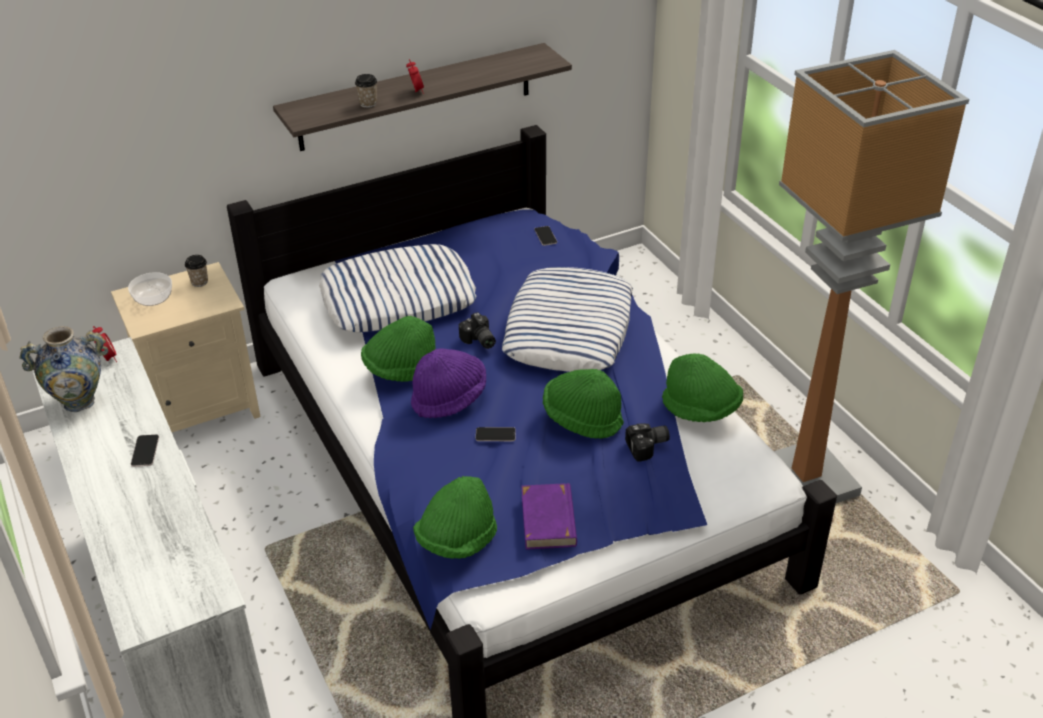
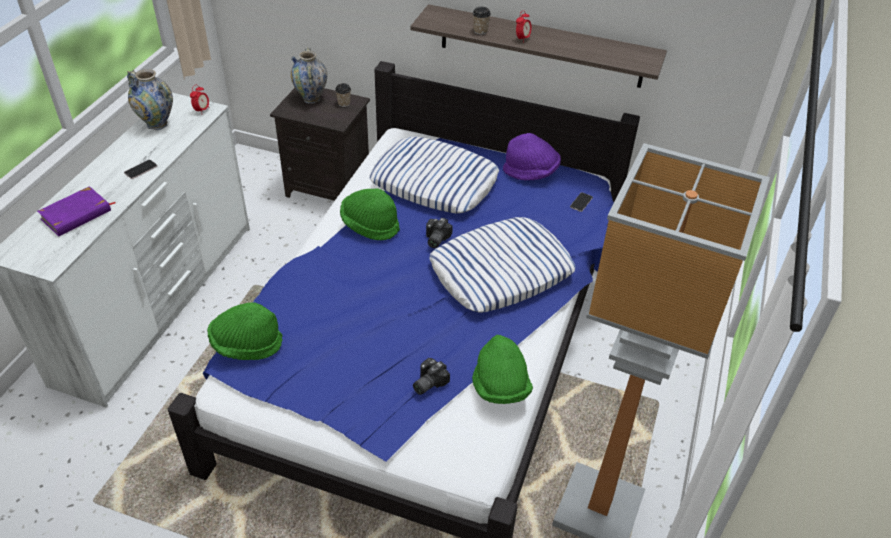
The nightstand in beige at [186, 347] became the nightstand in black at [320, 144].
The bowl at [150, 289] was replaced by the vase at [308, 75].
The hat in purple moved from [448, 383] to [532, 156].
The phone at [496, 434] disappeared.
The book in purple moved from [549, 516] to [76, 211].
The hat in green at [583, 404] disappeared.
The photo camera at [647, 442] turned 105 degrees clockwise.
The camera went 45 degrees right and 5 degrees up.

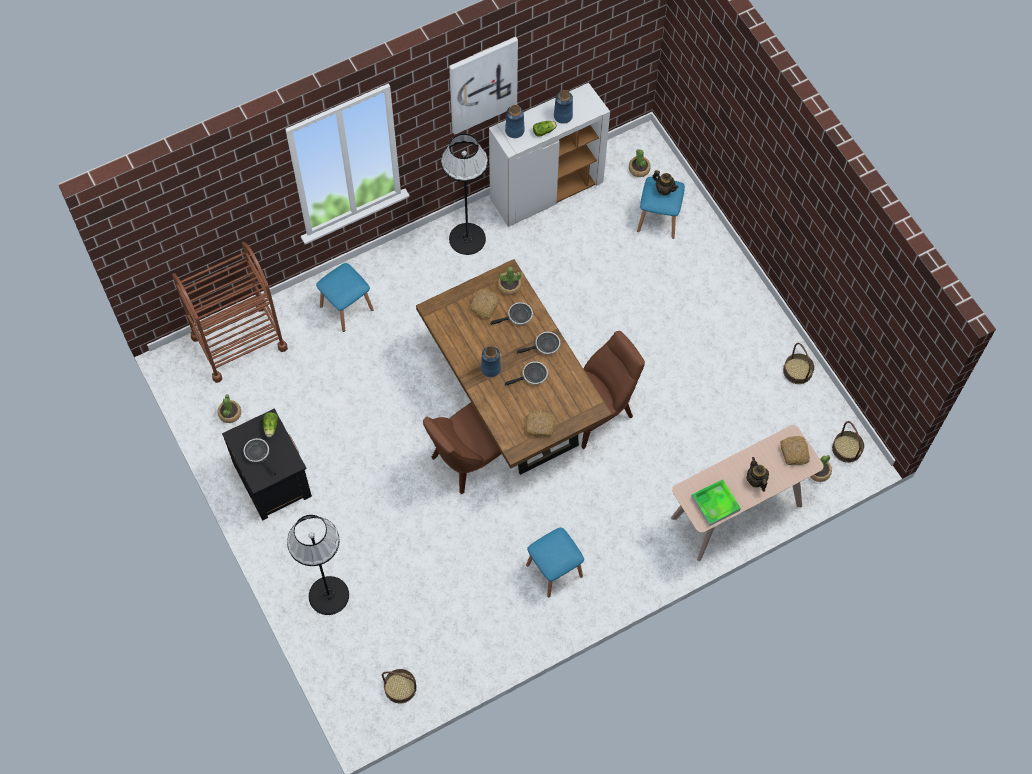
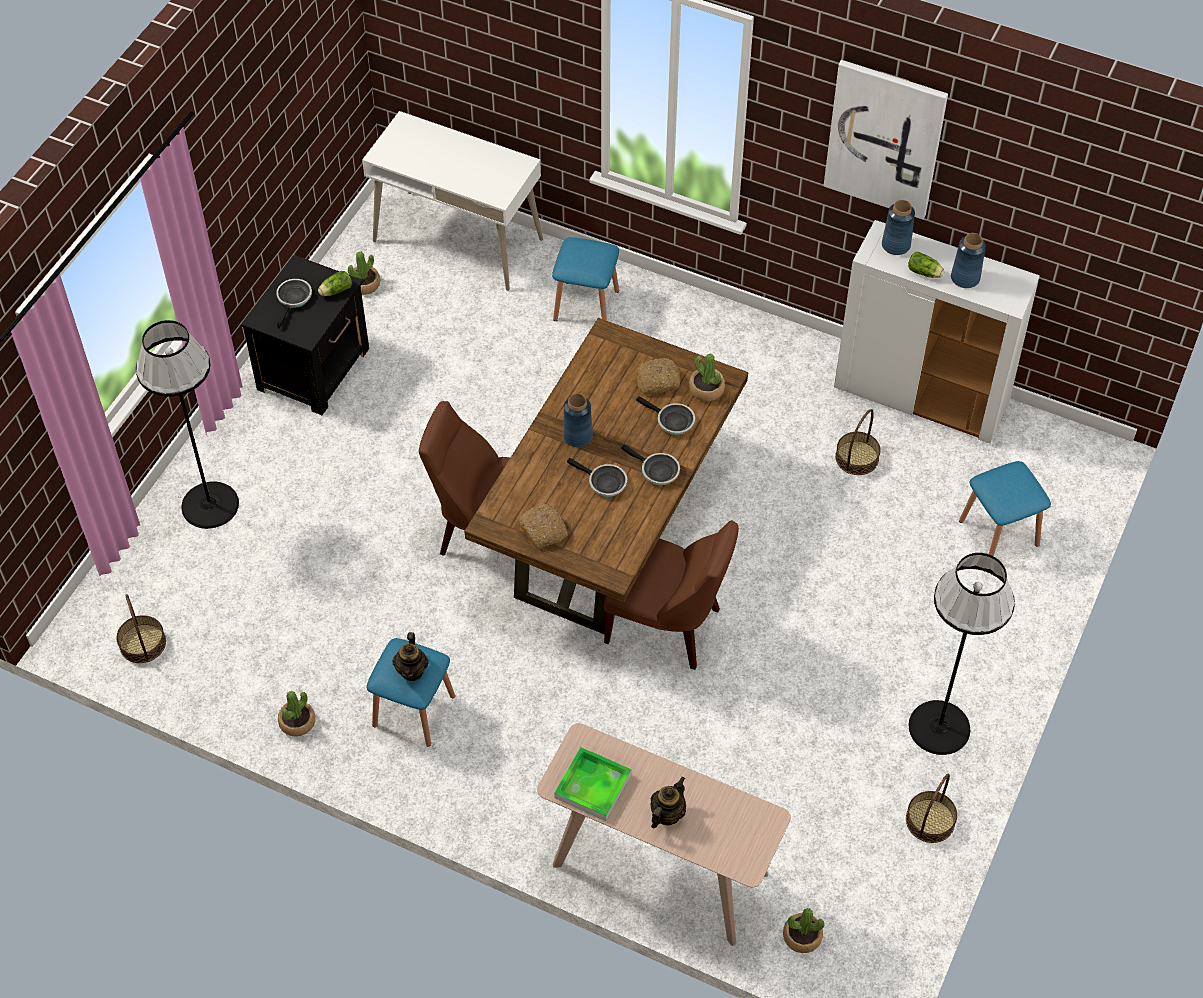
The cart in brown at [230, 312] was replaced by the desk in white at [452, 201].
The floor lamp in black moved from [464, 194] to [962, 654].
The potted plant moved from [640, 163] to [296, 714].
The teapot moved from [665, 182] to [410, 656].
The bread at [795, 450] disappeared.
The basket moved from [848, 442] to [858, 442].
The camera went 55 degrees right and 10 degrees down.

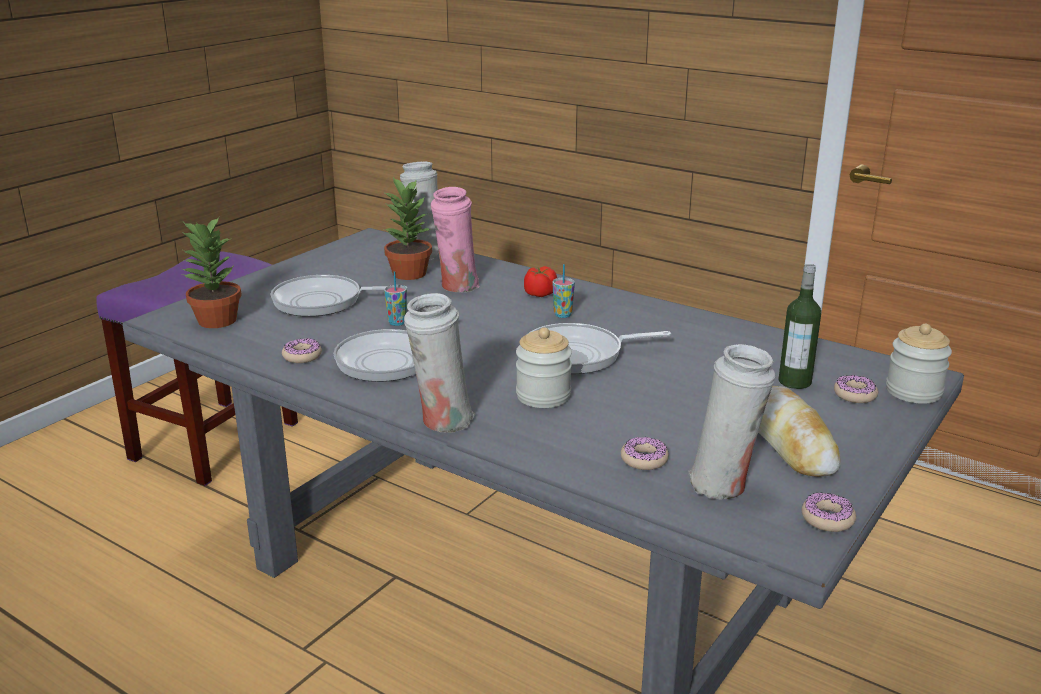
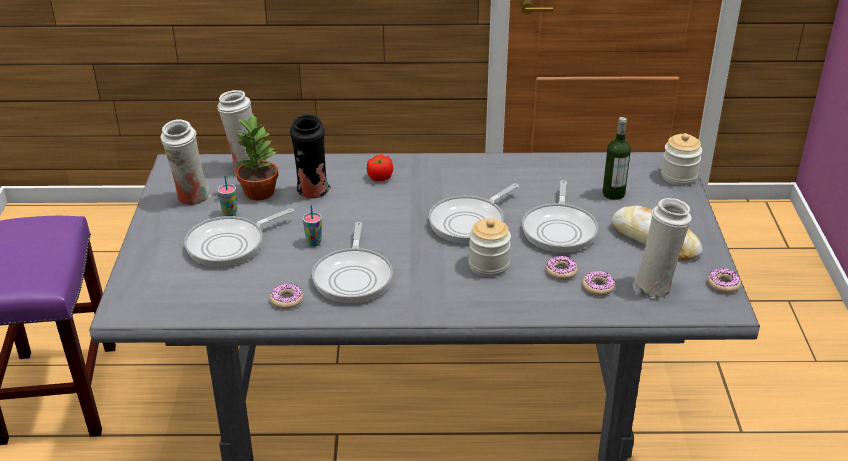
The potted plant at [211, 272] disappeared.
The vase in white moved from [440, 363] to [186, 162].
The vase in pink at [455, 239] became the vase in black at [310, 156].
The cup moved from [563, 291] to [227, 196].
The donut moved from [856, 389] to [562, 268].
The frying pan at [560, 216] appeared.
The camera went 35 degrees left and 10 degrees up.

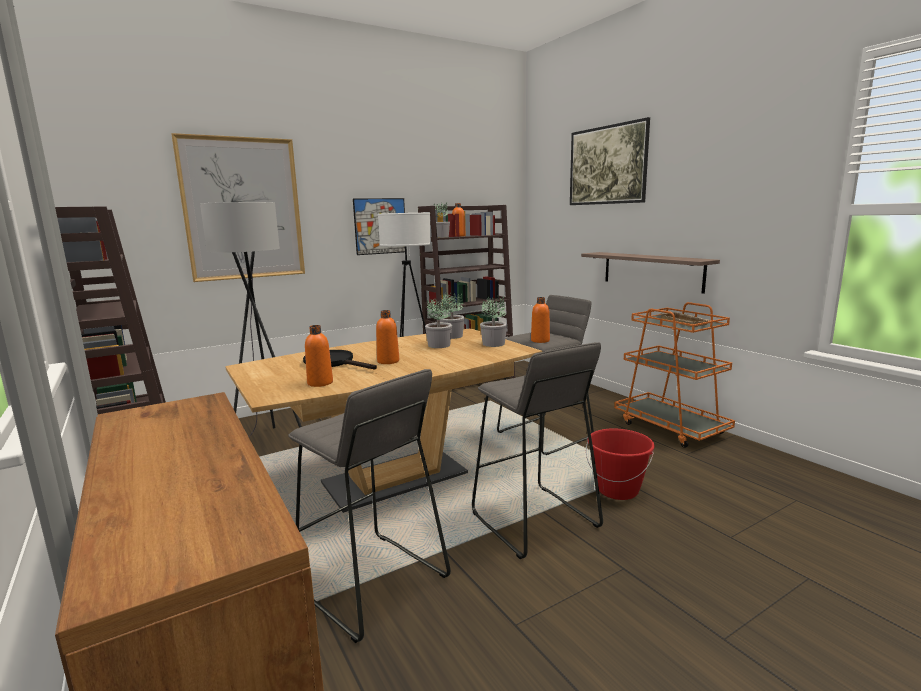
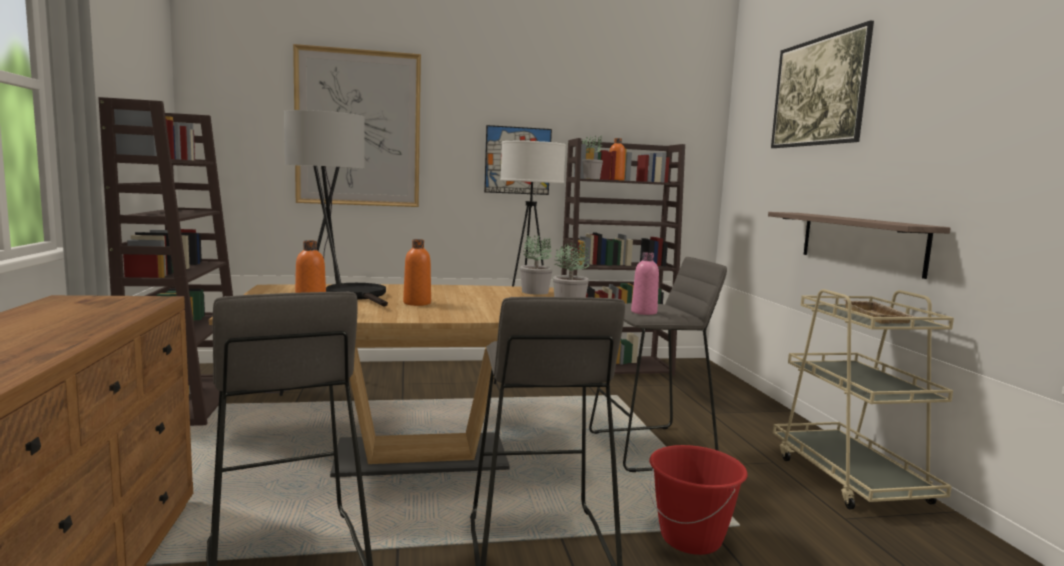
The potted plant at [438, 323] disappeared.
The bottle in orange at [540, 320] became the bottle in pink at [645, 283].
The cart in orange at [674, 375] became the cart in beige at [863, 399].
The camera went 20 degrees right and 5 degrees down.

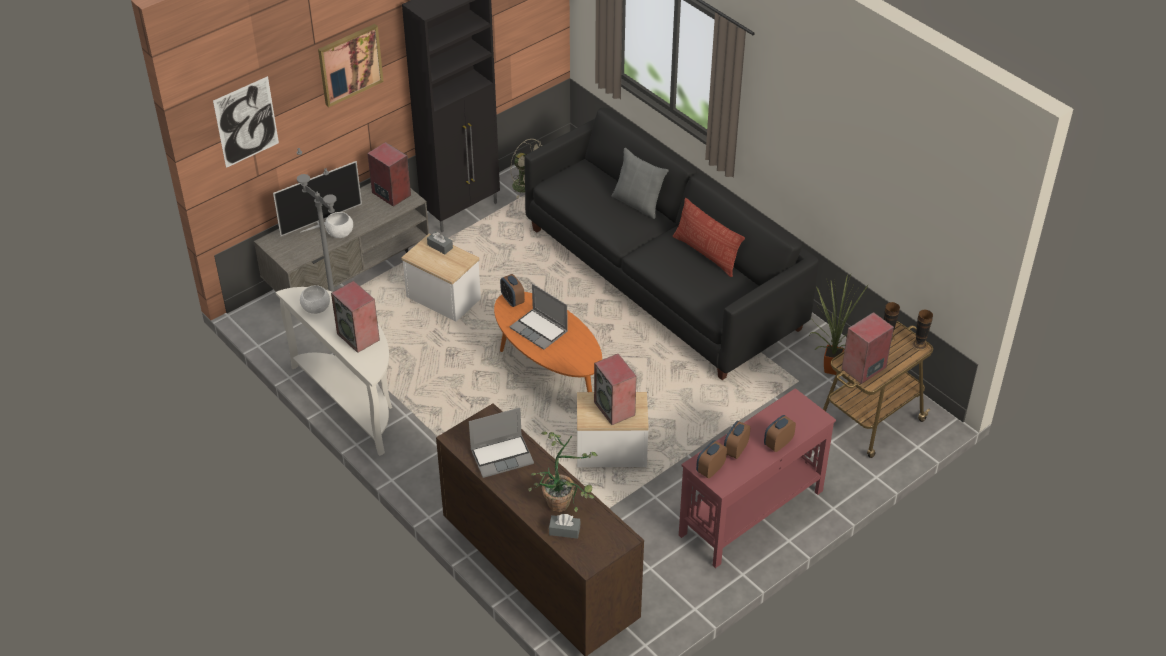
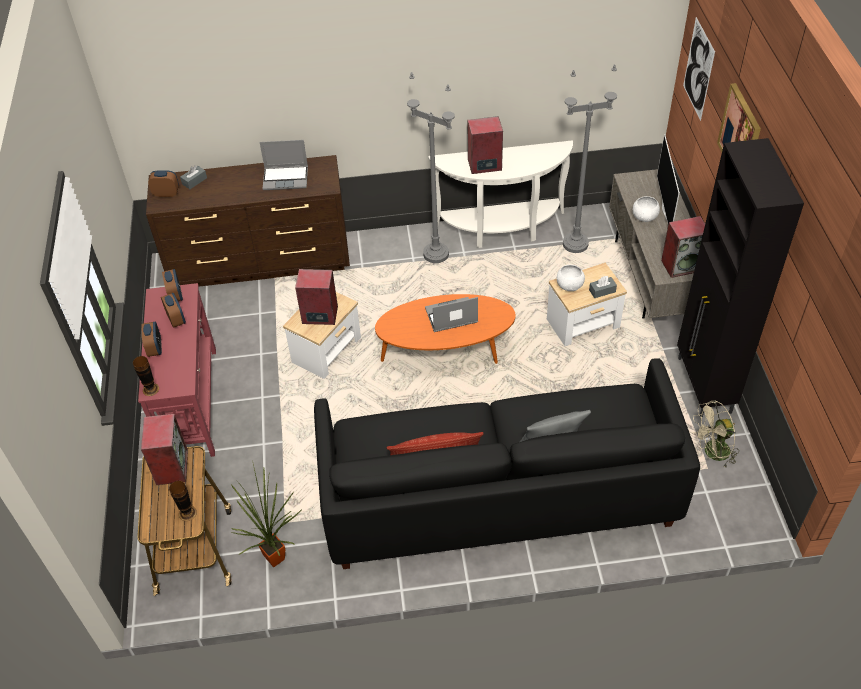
The bowl in white moved from [315, 299] to [571, 278].
The laptop at [501, 443] turned 105 degrees counterclockwise.
The alarm clock moved from [512, 290] to [163, 184].
The potted plant at [563, 471] disappeared.
The vase moved from [922, 330] to [146, 376].
The floor lamp in grey at [431, 167] appeared.
The camera went 125 degrees right and 5 degrees up.

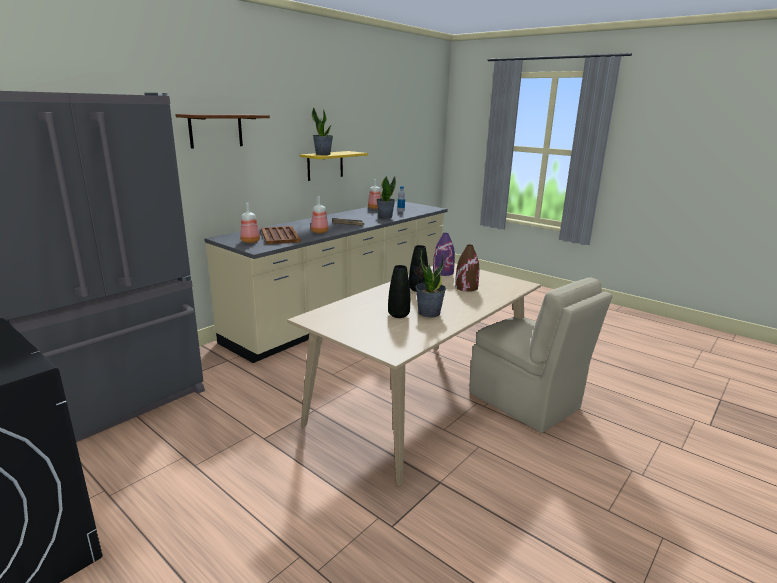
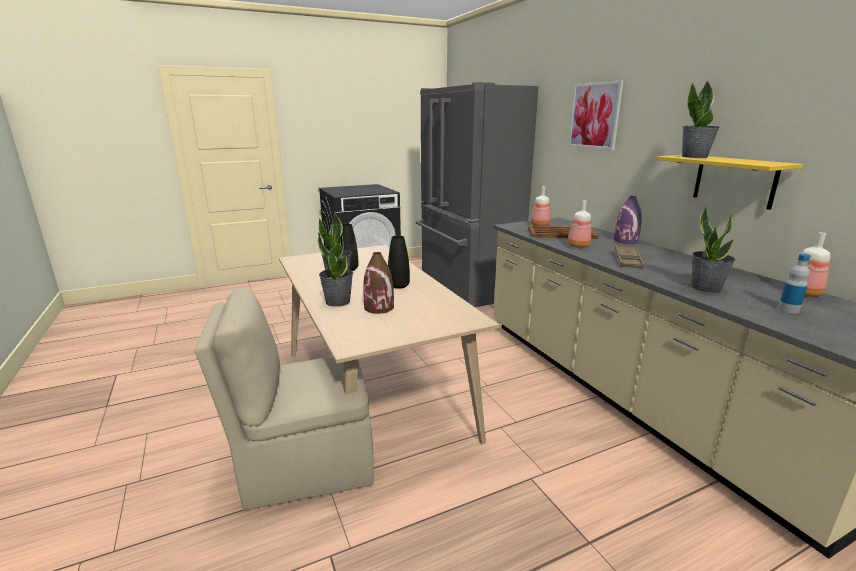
The shelf in brown at [222, 131] was replaced by the picture at [596, 115].
The vase in purple moved from [444, 254] to [627, 220].
The potted plant at [335, 269] appeared.
The camera went 115 degrees right and 0 degrees up.

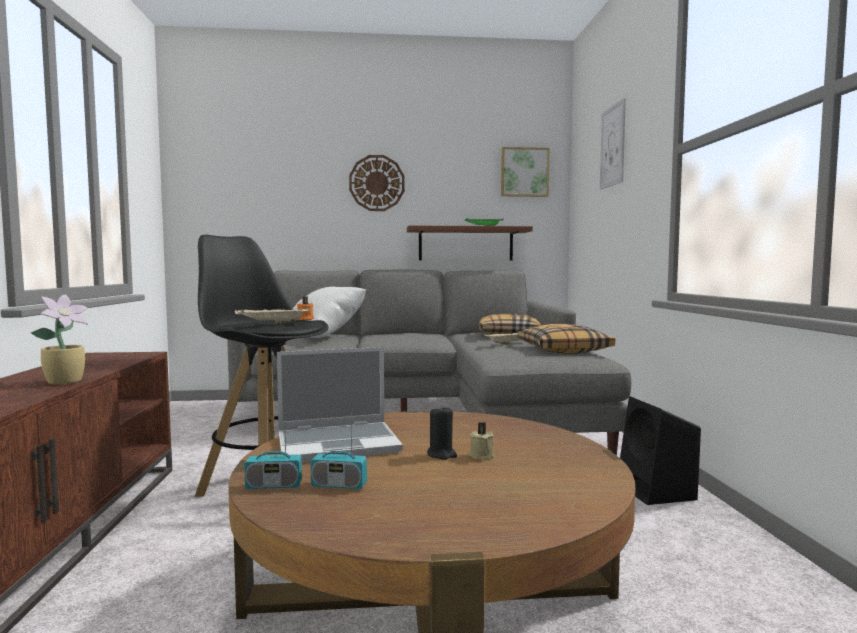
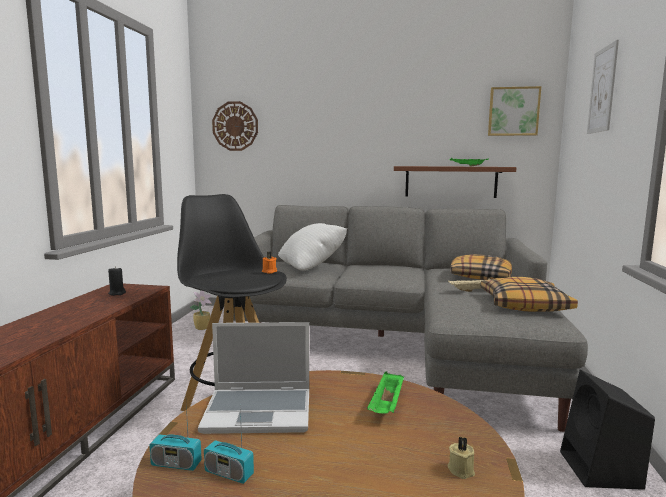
The potted plant moved from [59, 339] to [200, 310].
The tray in beige at [272, 315] disappeared.
The wall clock moved from [377, 183] to [235, 126].
The candle in black moved from [442, 432] to [117, 281].
The candle in beige moved from [482, 441] to [461, 457].
The tray in green at [385, 392] appeared.
The camera went 15 degrees right and 5 degrees up.

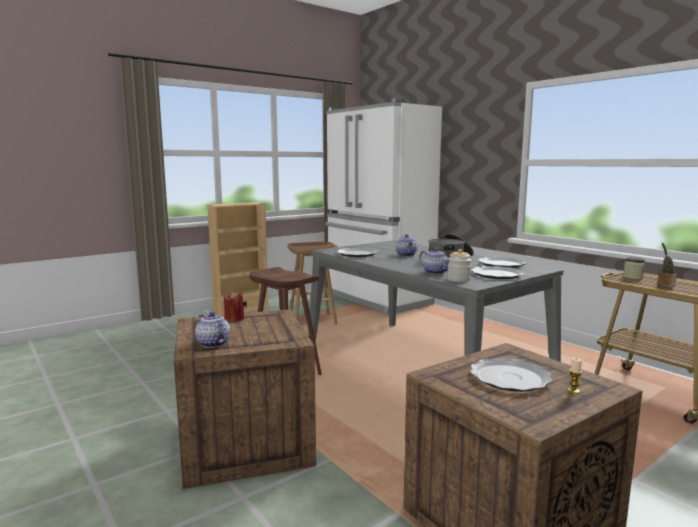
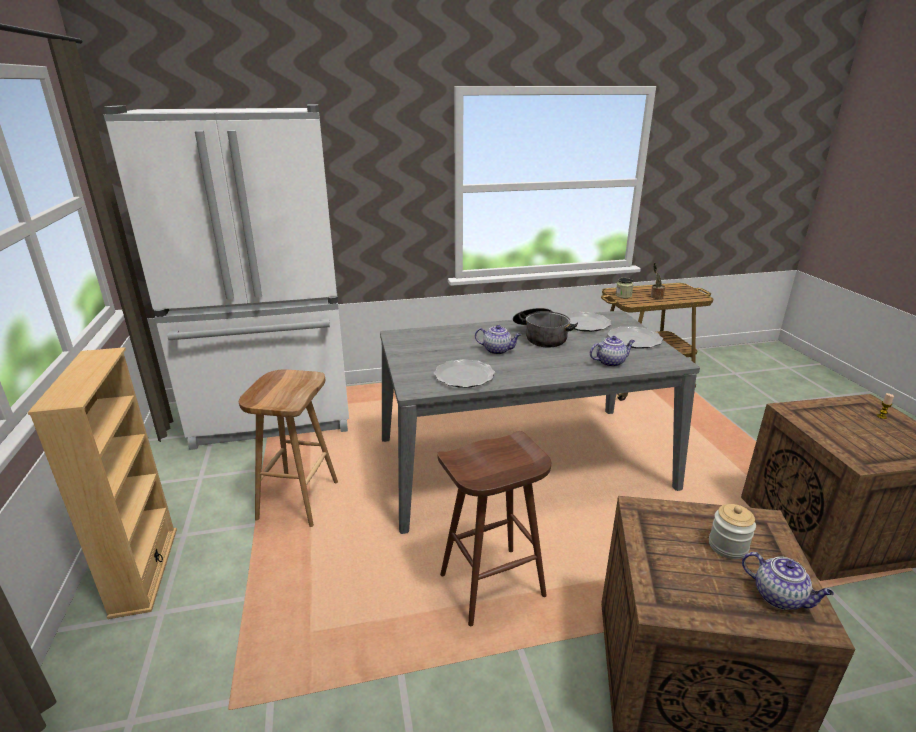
The teapot at [212, 330] turned 120 degrees counterclockwise.
The candle in red at [234, 306] disappeared.
The jar moved from [459, 265] to [732, 531].
The plate at [511, 375] disappeared.
The camera went 65 degrees left and 15 degrees up.

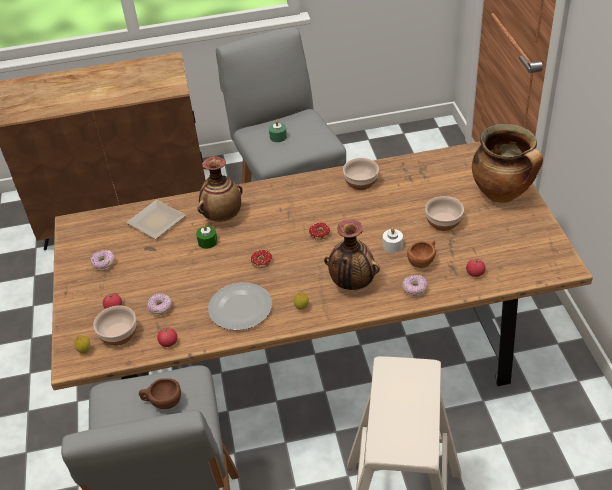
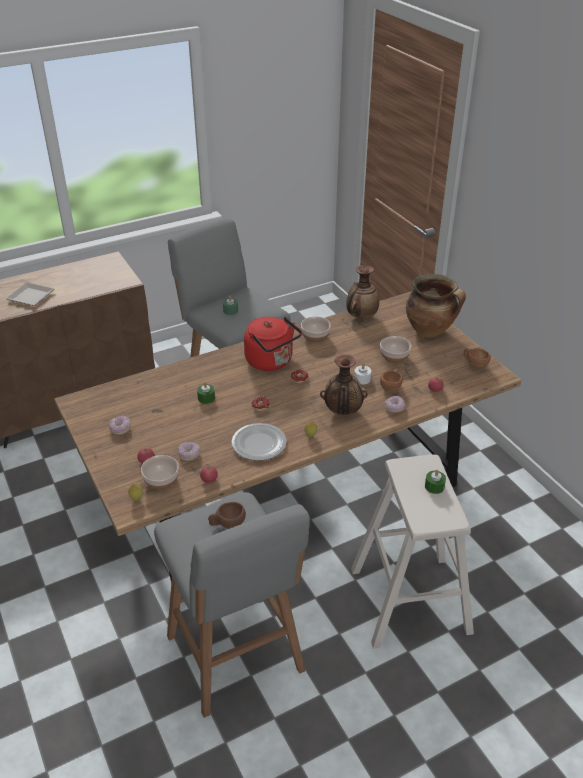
The plate moved from [156, 219] to [30, 294].
The vase moved from [220, 189] to [362, 291].
The kettle in red at [273, 344] appeared.
The candle in green at [435, 482] appeared.
The cup in brown at [477, 358] appeared.
The camera went 20 degrees left and 5 degrees down.

